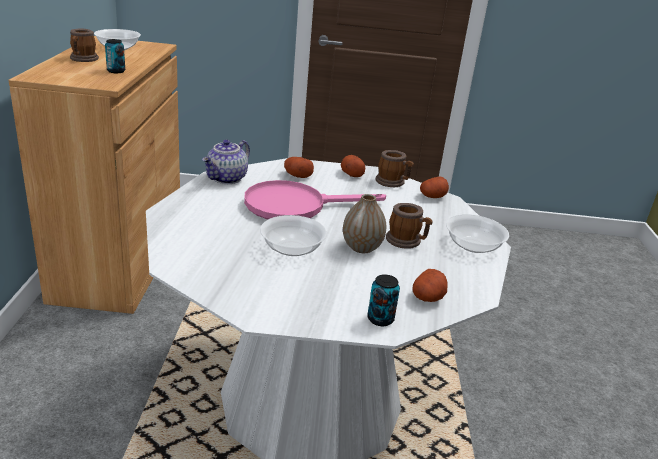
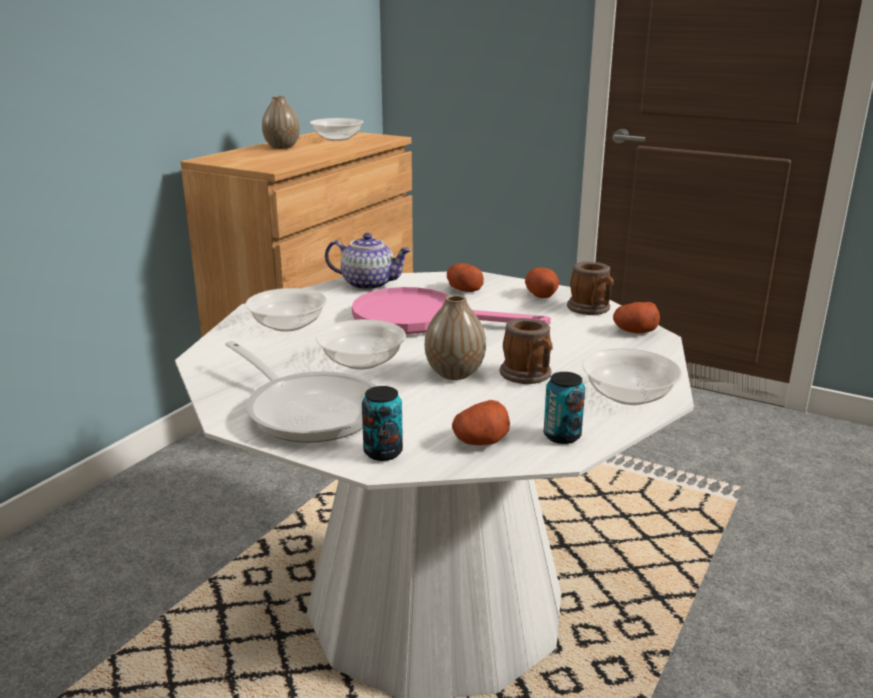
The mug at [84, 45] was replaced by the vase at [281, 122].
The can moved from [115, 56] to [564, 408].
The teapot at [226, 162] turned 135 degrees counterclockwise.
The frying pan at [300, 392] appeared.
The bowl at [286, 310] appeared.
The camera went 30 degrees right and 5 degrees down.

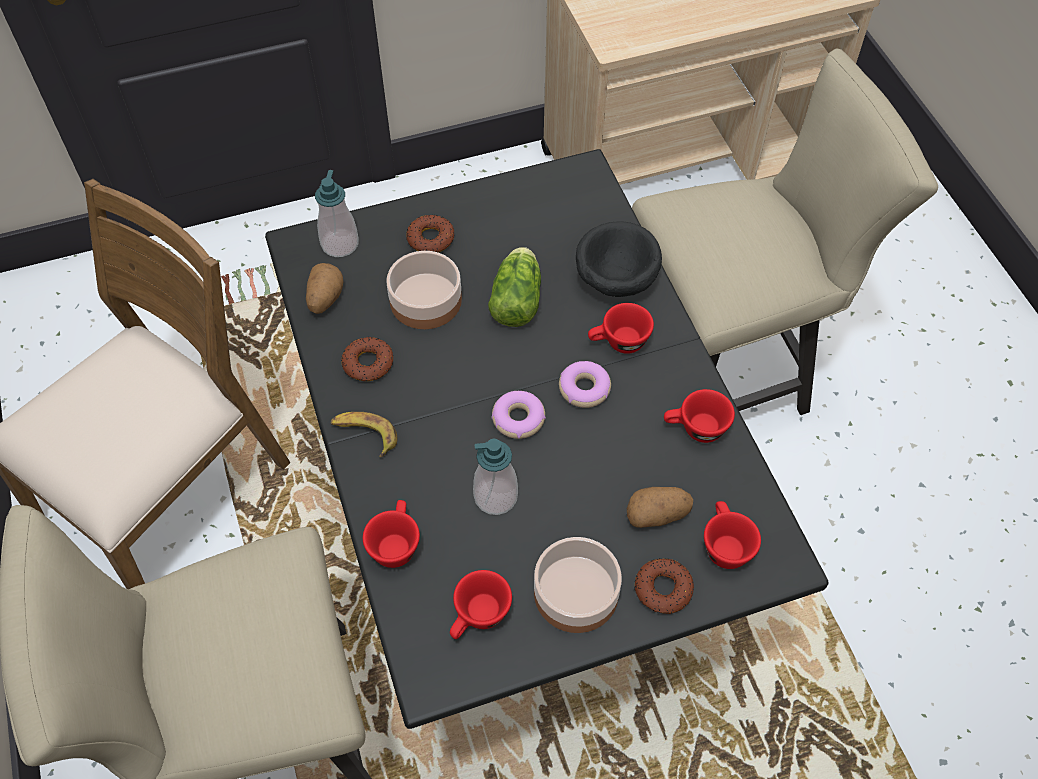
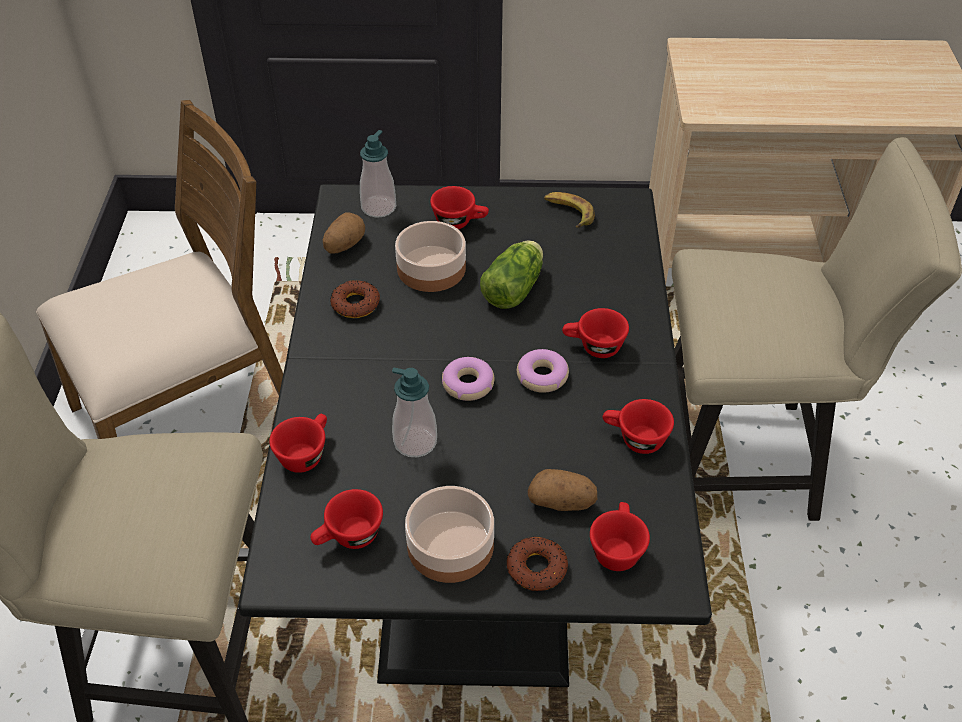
The banana moved from [364, 434] to [569, 210].
The donut at [430, 234] was replaced by the cup in red at [459, 207].
The bowl in black at [619, 259] disappeared.
The camera went 20 degrees right and 10 degrees down.

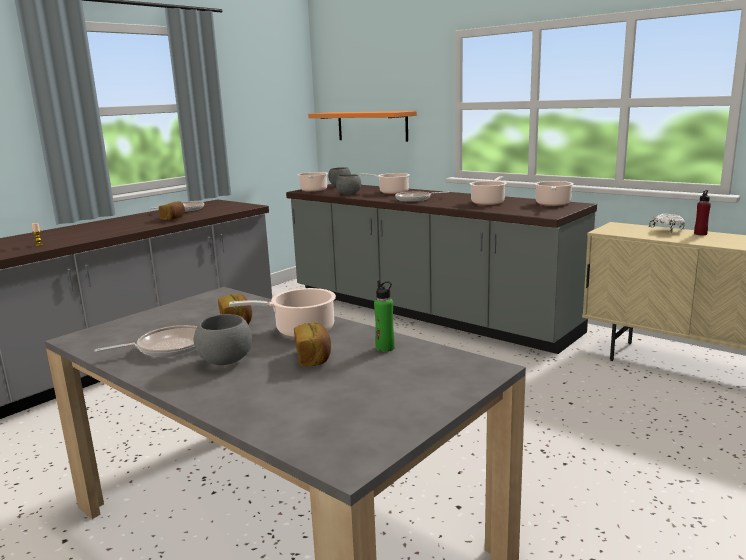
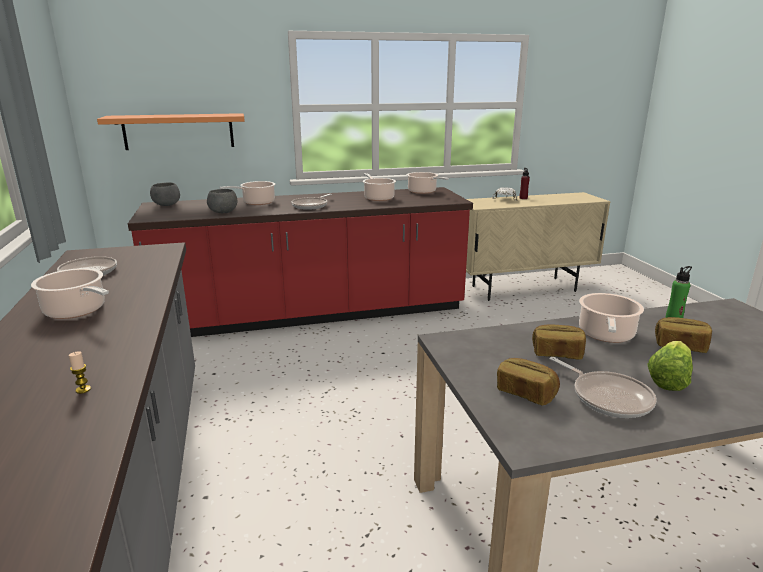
The frying pan at [146, 341] turned 135 degrees clockwise.
The bread moved from [172, 210] to [528, 381].
The bowl in grey at [223, 339] was replaced by the lettuce at [670, 366].
The counter in grey at [441, 269] became the counter in red at [300, 262].
The cooking pot moved from [313, 182] to [70, 293].
The camera went 55 degrees left and 5 degrees up.

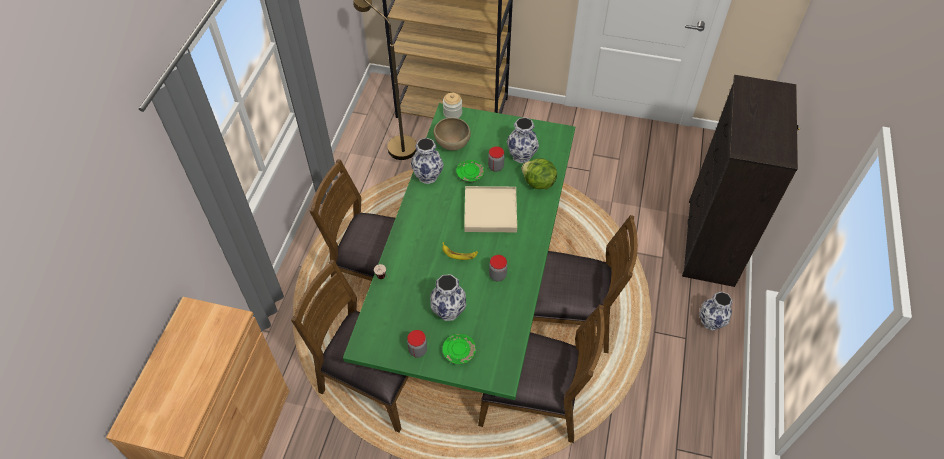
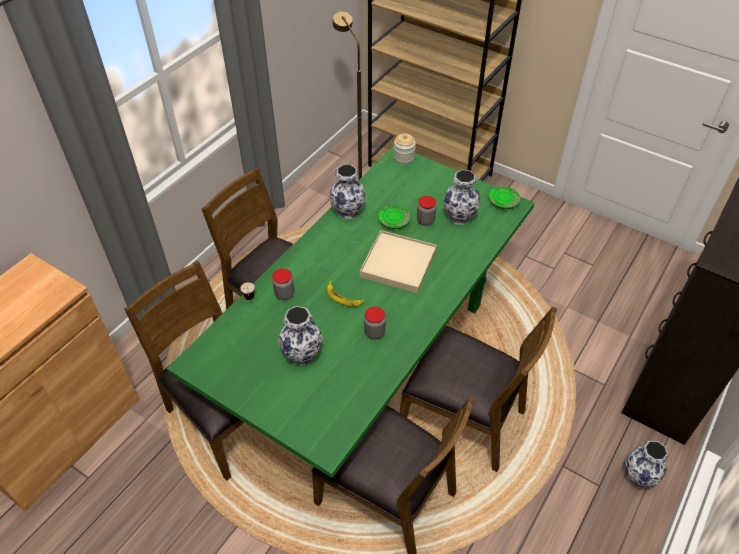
The jar moved from [417, 344] to [283, 284].
The bowl in brown at [452, 133] disappeared.
The plate in green moved from [459, 349] to [504, 197].
The lettuce at [539, 173] disappeared.
The camera went 20 degrees right and 5 degrees down.

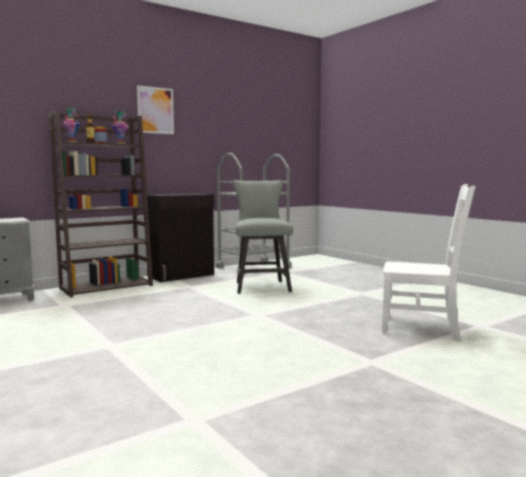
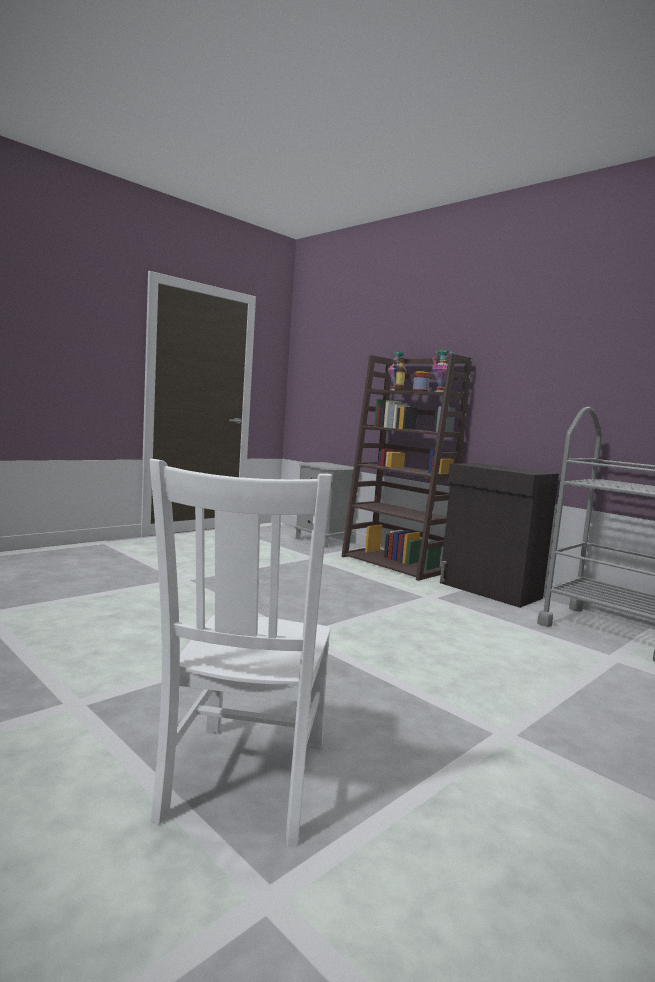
The picture at [155, 109] disappeared.
The chair in grey at [262, 237] disappeared.
The camera went 80 degrees right and 0 degrees up.

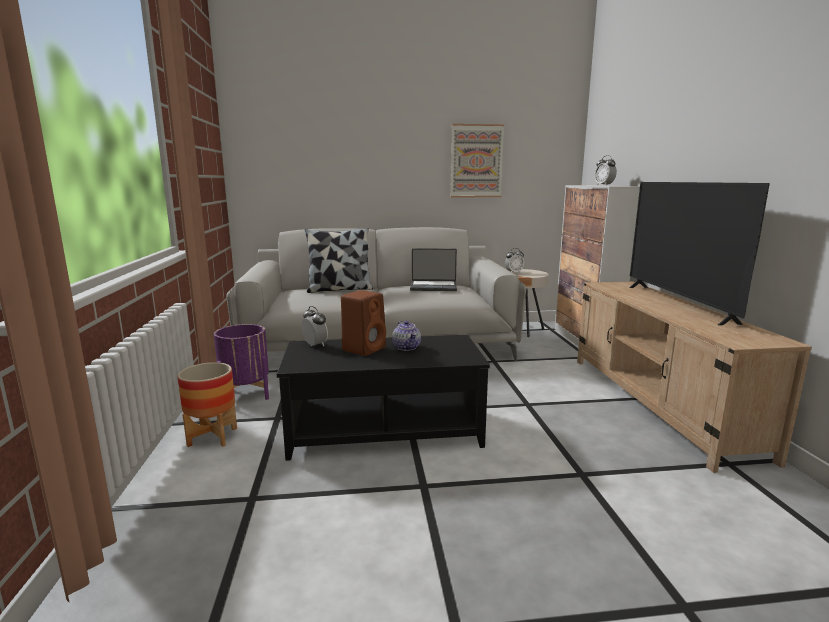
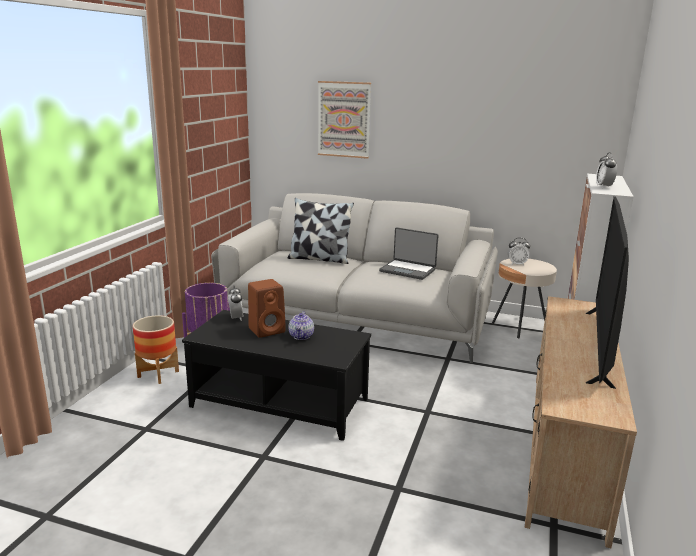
The picture moved from [477, 160] to [344, 120].
The camera went 25 degrees right and 5 degrees up.

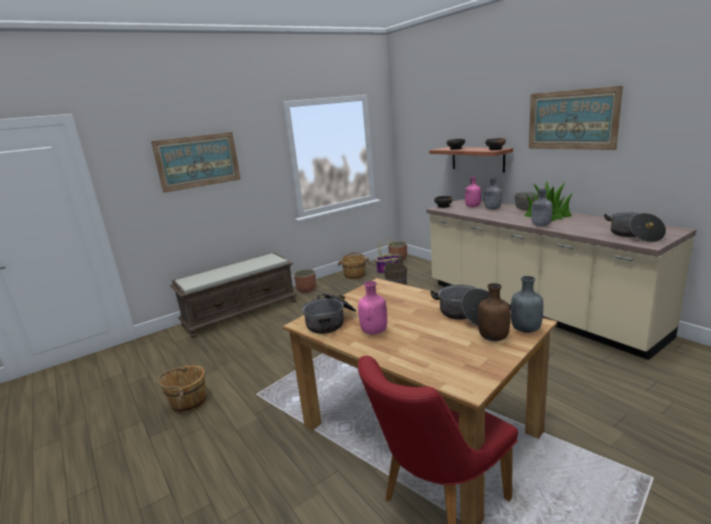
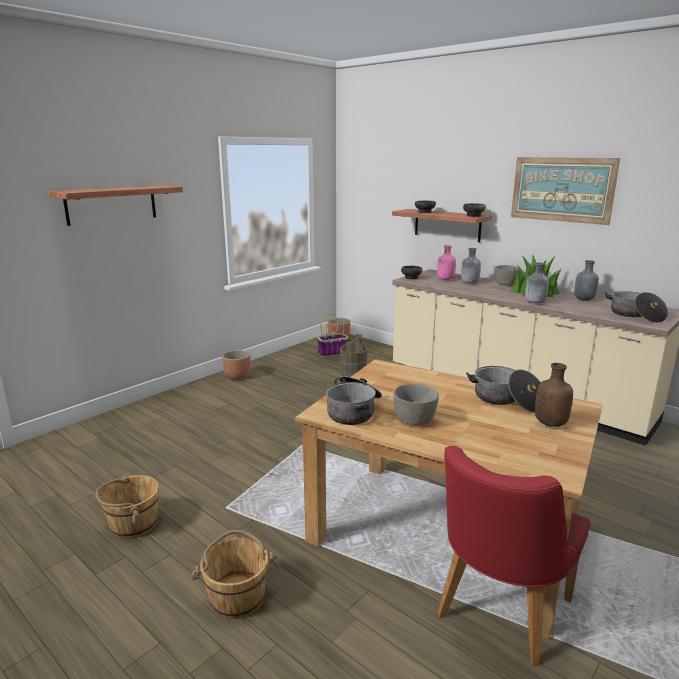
The picture at [196, 162] was replaced by the shelf at [115, 205].
The bench in brown at [233, 295] disappeared.
The bucket in brown moved from [354, 266] to [235, 574].
The bottle in pink at [372, 308] was replaced by the bowl in grey at [416, 405].
The bottle in grey moved from [527, 304] to [586, 280].
The camera went 15 degrees left and 0 degrees up.

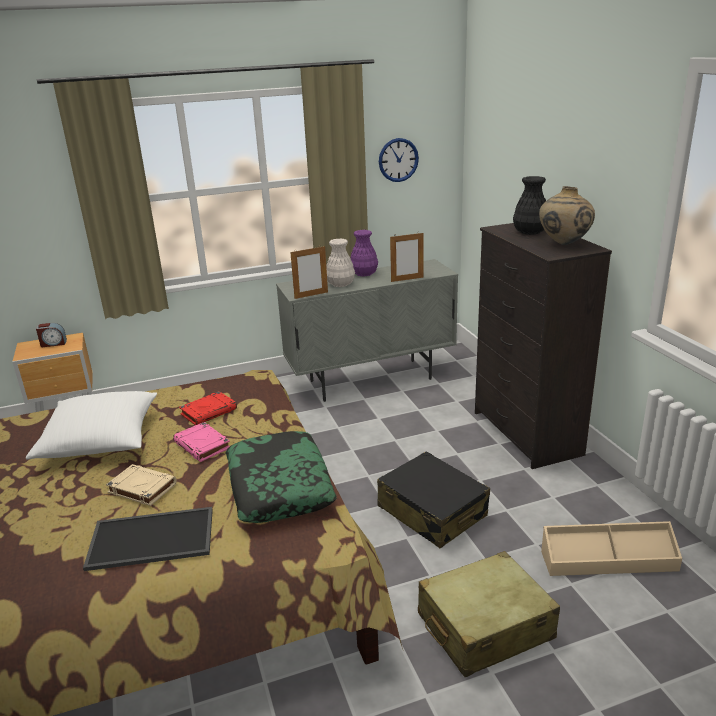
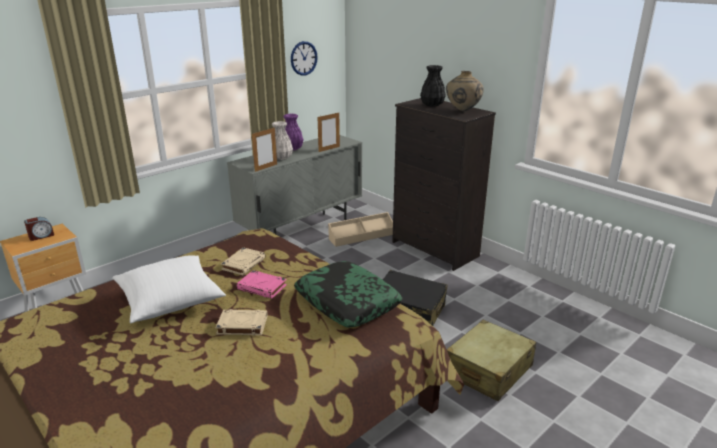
The tray at [148, 539] disappeared.
The book in red at [208, 408] became the book in beige at [243, 261].
The storage box in beige moved from [611, 548] to [360, 229].
The camera went 25 degrees left and 0 degrees up.

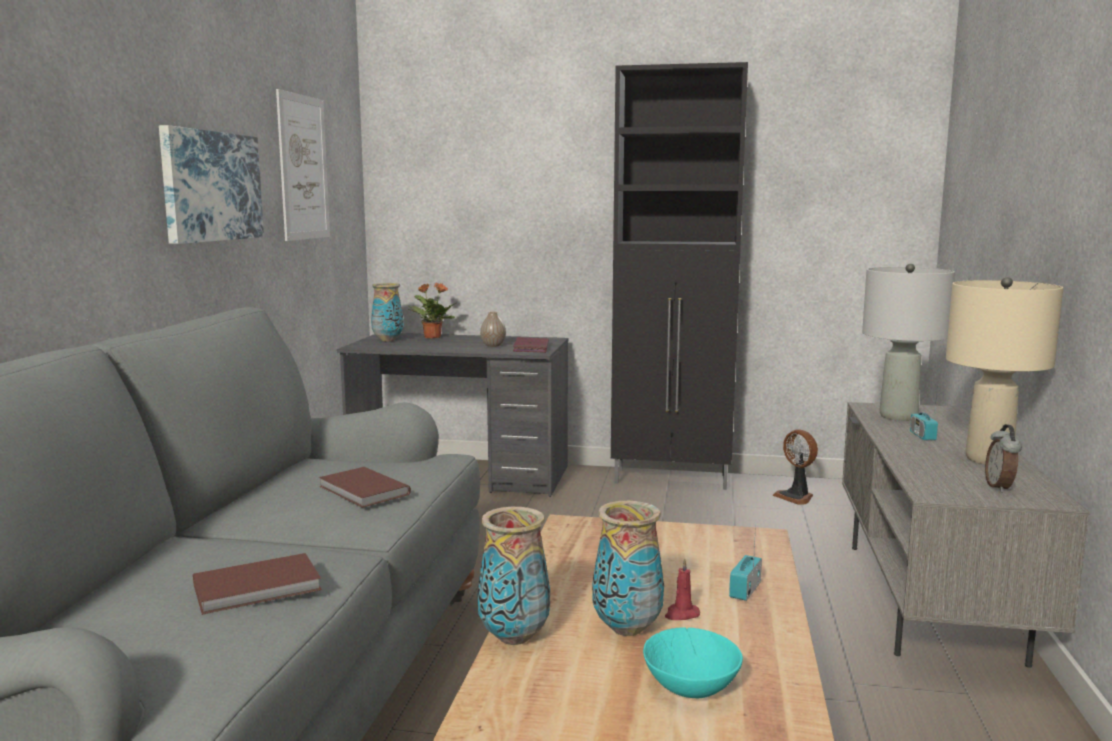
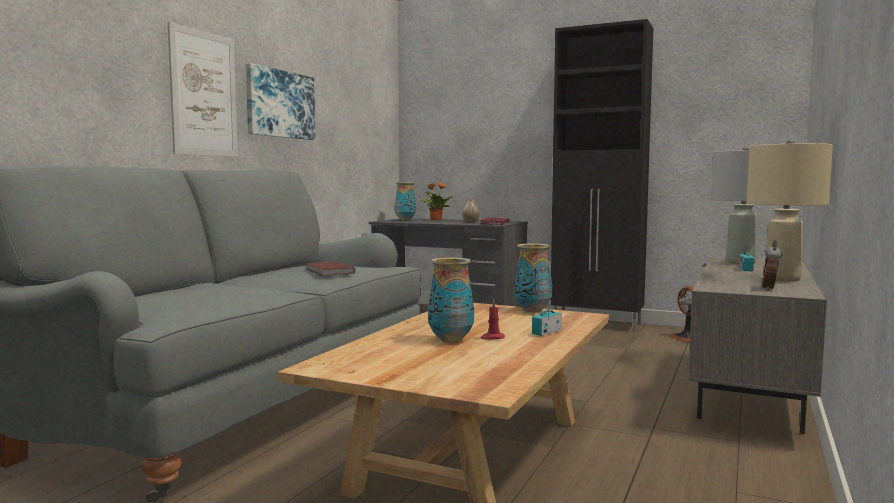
The book in brown at [257, 584] disappeared.
The picture moved from [303, 165] to [203, 89].
The vase moved from [513, 576] to [533, 278].
The bowl in turquoise at [693, 663] disappeared.
The camera went 15 degrees right and 5 degrees down.

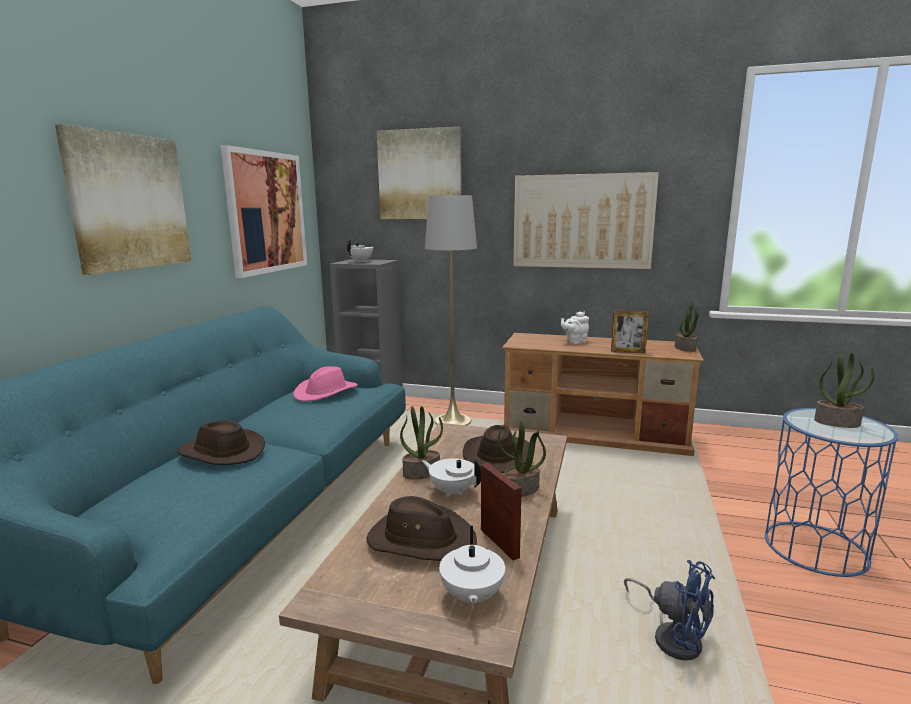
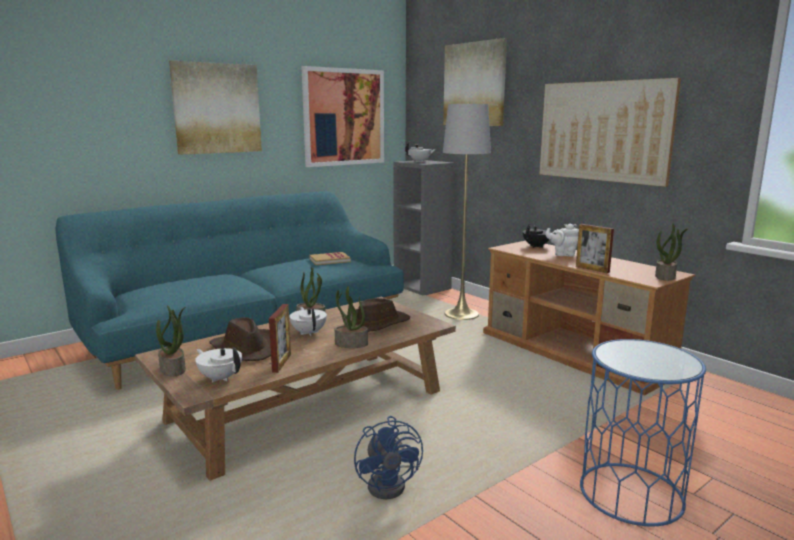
The hat in brown at [221, 443] disappeared.
The hat in pink at [325, 383] was replaced by the book at [330, 258].
The teapot in white at [472, 567] turned 90 degrees clockwise.
The potted plant moved from [844, 390] to [171, 340].
The teapot in black at [537, 236] appeared.
The camera went 35 degrees right and 0 degrees up.

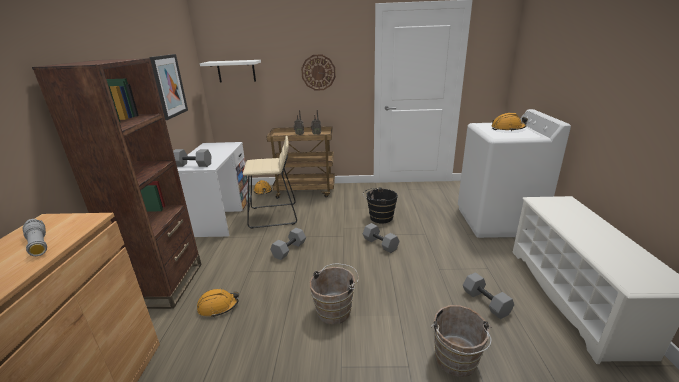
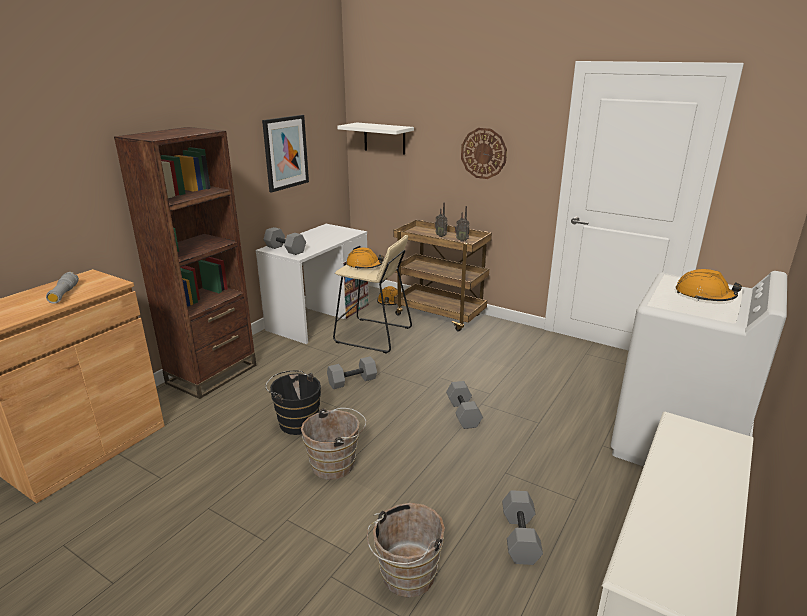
The hard hat in orange moved from [218, 303] to [365, 259].
The bucket in black moved from [380, 205] to [293, 403].
The camera went 30 degrees right and 0 degrees up.

